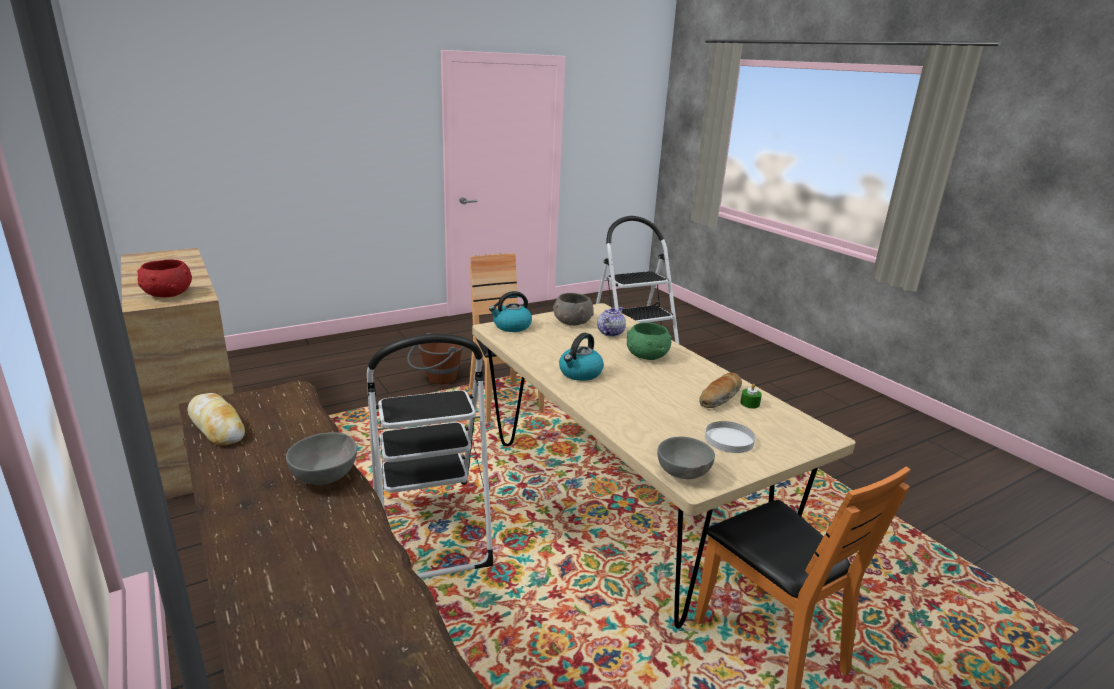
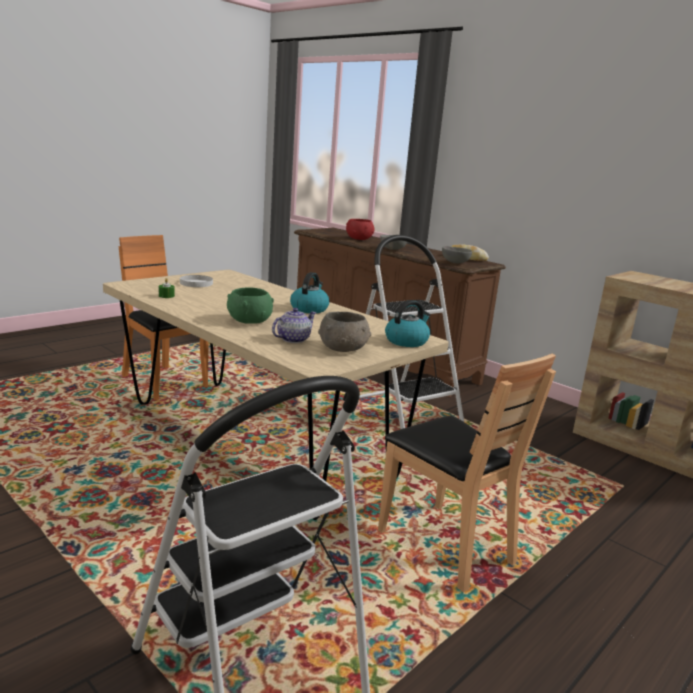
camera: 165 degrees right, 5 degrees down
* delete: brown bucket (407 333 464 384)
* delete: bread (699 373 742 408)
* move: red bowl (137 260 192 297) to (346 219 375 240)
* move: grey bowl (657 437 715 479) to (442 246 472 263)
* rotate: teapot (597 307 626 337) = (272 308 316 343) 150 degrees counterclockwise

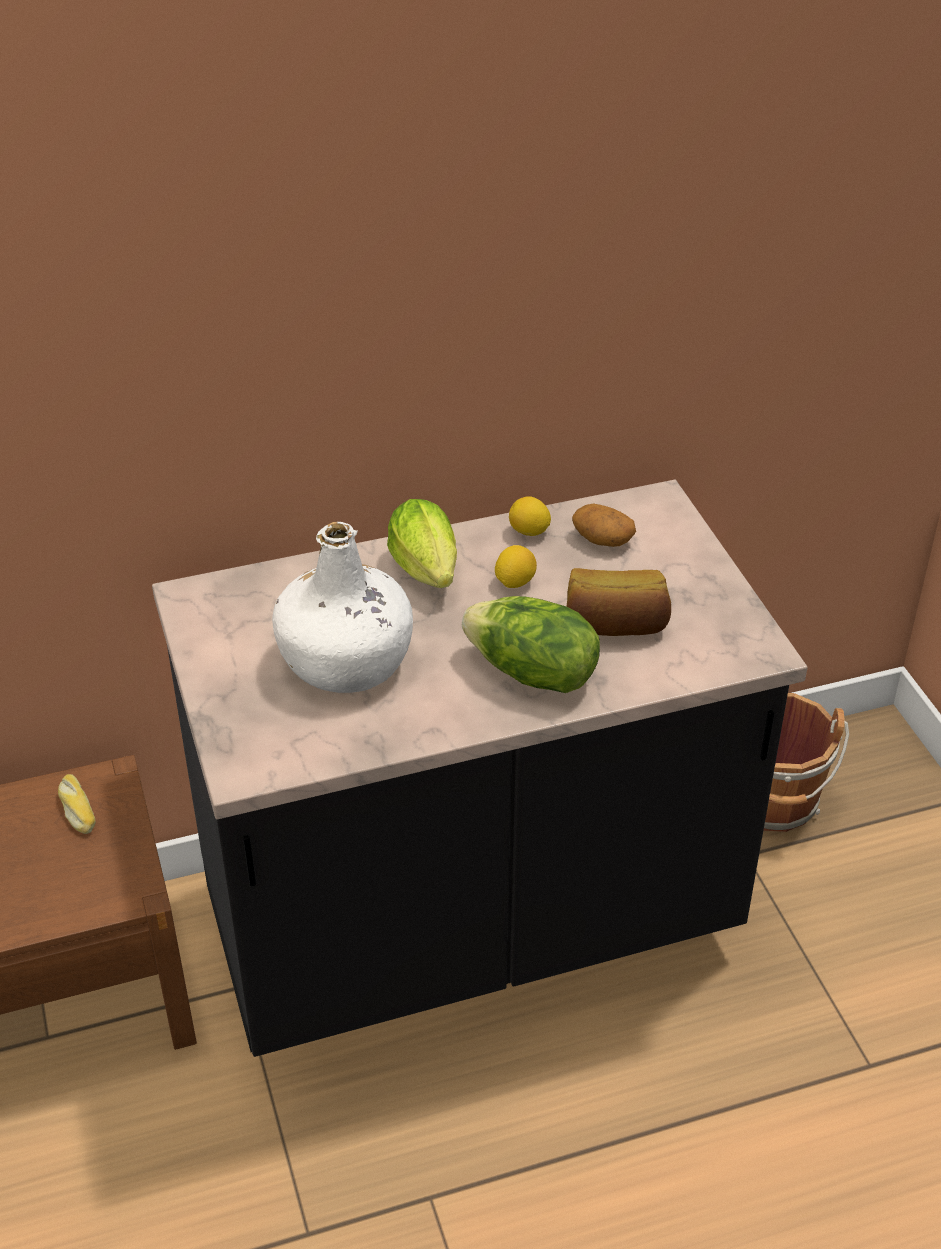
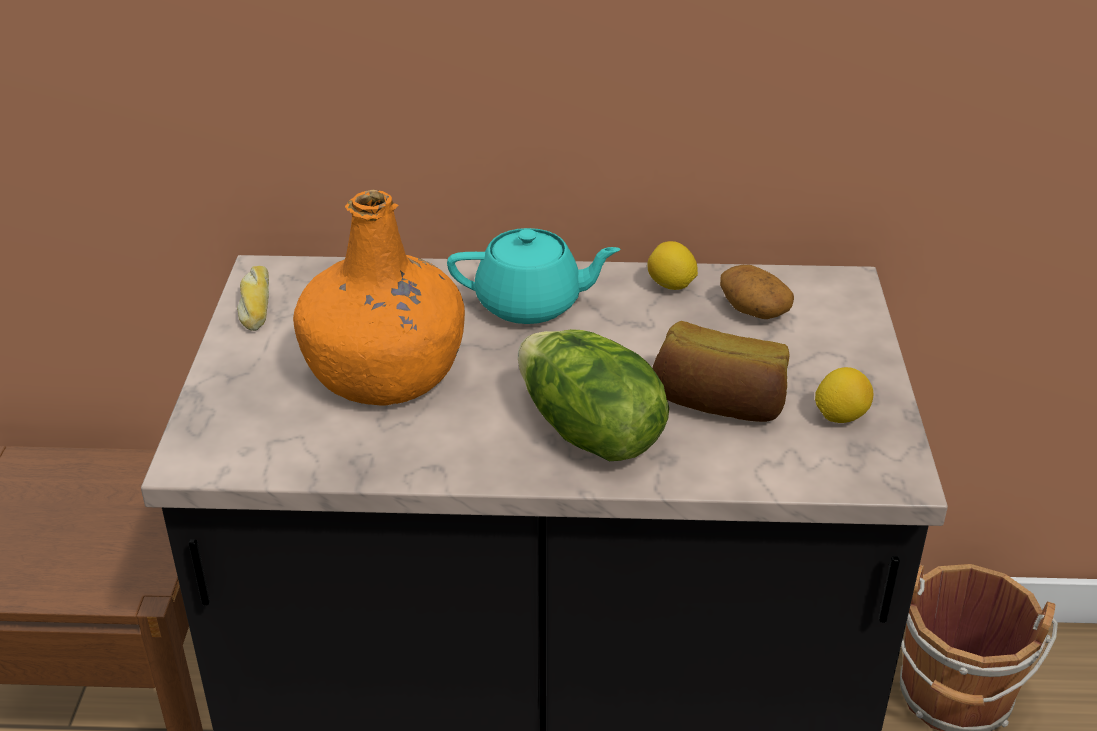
camera: 20 degrees right, 5 degrees down
* move: bread (58 774 96 834) to (237 266 269 331)
* move: lemon (495 545 537 588) to (815 367 873 423)
* replace: lettuce (387 499 457 588) to turquoise teapot (447 228 620 324)
* recolor: white bottle (272 522 413 693) to orange bottle (293 189 465 406)

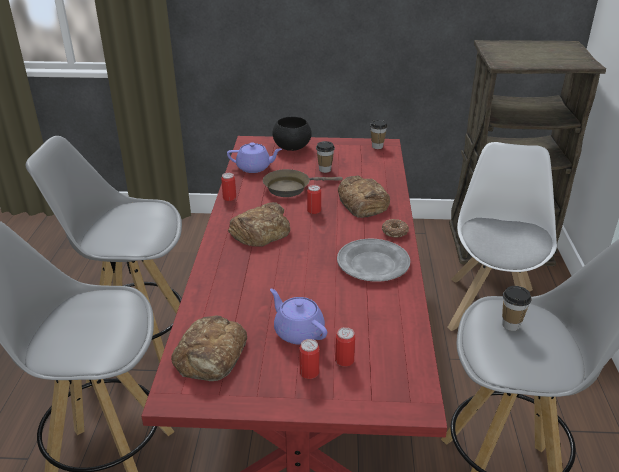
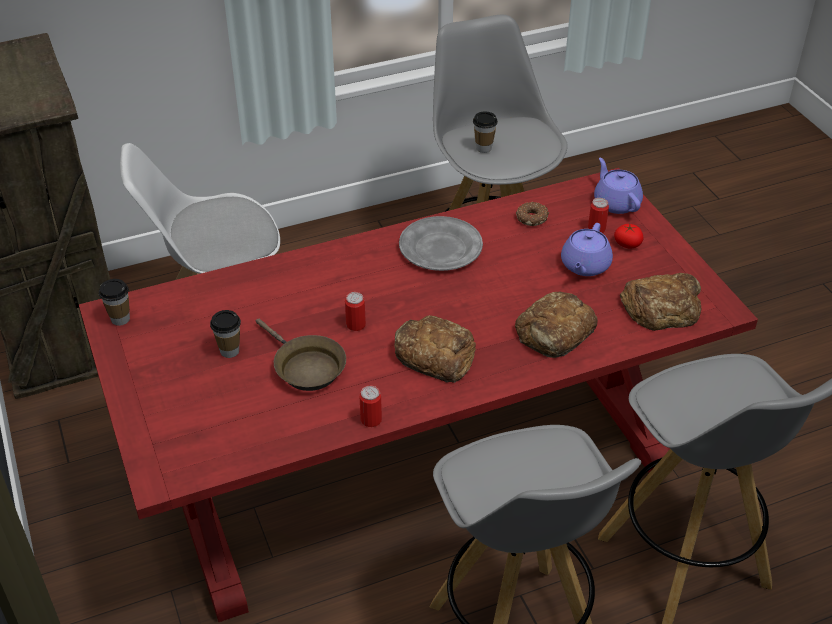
camera: 115 degrees left, 10 degrees up
* delete: black bowl (272 116 312 151)
* move: purple teapot (227 142 282 173) to (594 158 643 214)
* move: bread (338 176 390 218) to (515 292 598 358)
* move: donut (382 219 409 237) to (516 202 549 226)
* replace: can (300 339 319 379) to tomato (614 224 644 249)

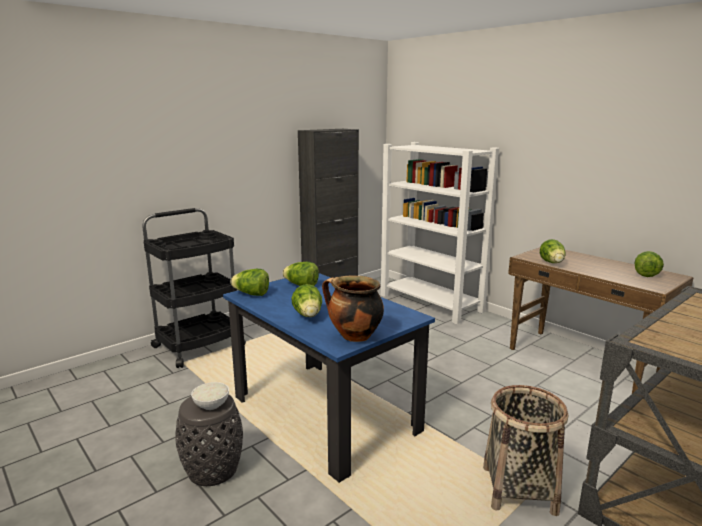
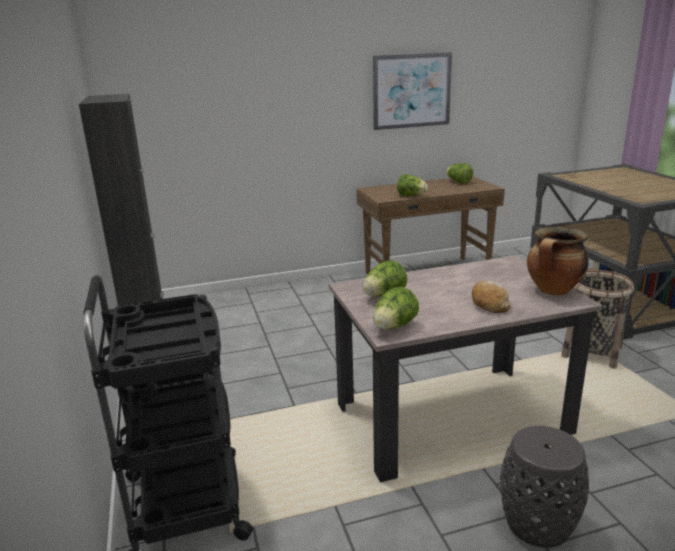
camera: 65 degrees left, 5 degrees up
* delete: white bowl (191 382 229 410)
* delete: white bookcase (381 142 499 324)
* insert: picture (373 52 452 130)
* replace: lettuce (291 284 322 317) to bread (472 280 511 313)
* recolor: blue dining table (223 273 435 483) to beige dining table (328 256 603 482)

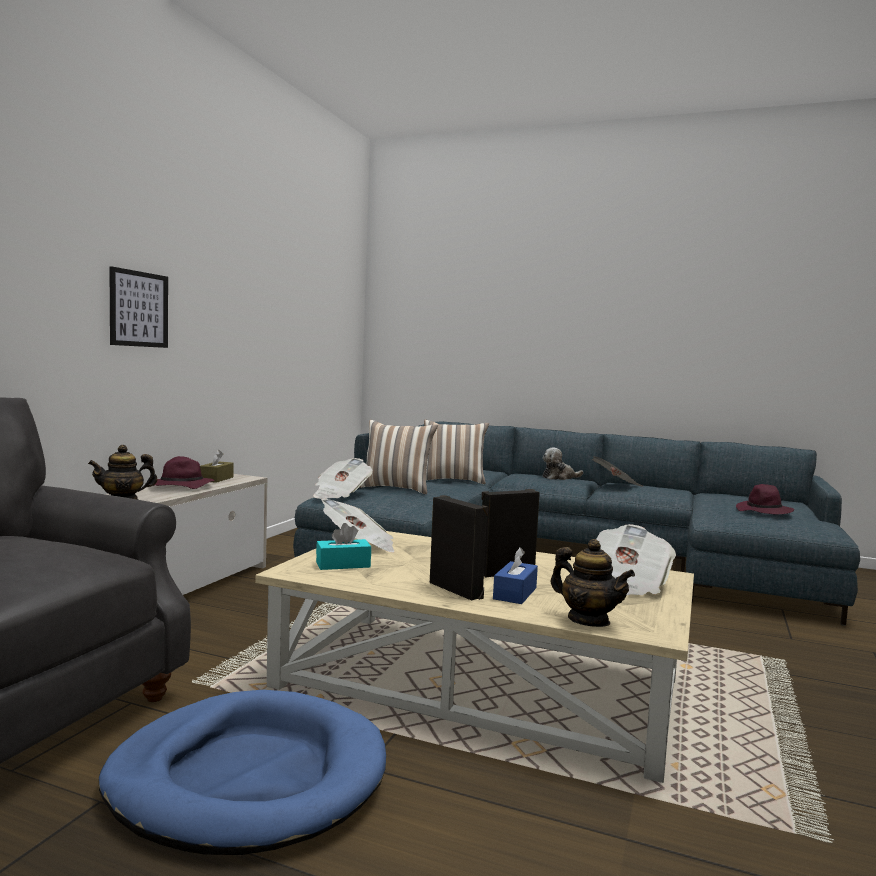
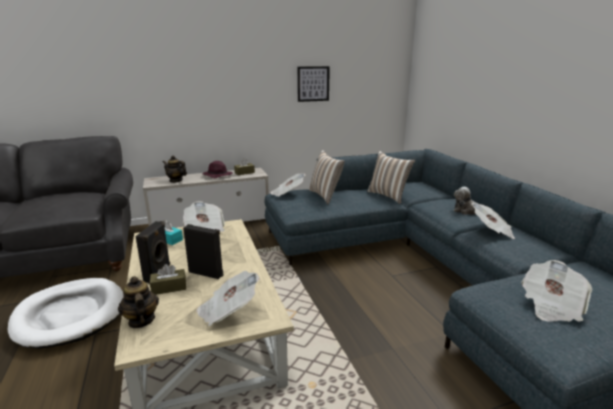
camera: 50 degrees right, 15 degrees up
* move: picture (109 266 168 348) to (297 66 330 102)
* replace: purple hat (736 484 794 514) to newspaper (521 260 593 322)
* recolor: blue dog bed (99 690 386 855) to white dog bed (8 278 124 349)
* recolor: blue tissue box (493 547 538 604) to brown tissue box (150 264 186 295)
* rotate: teapot (551 539 635 627) = (118 276 159 328) 150 degrees clockwise

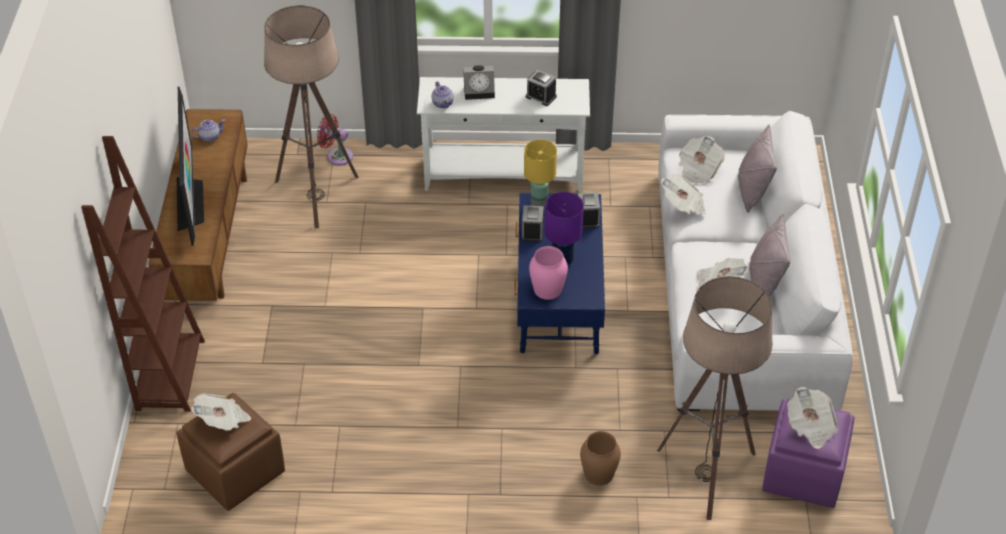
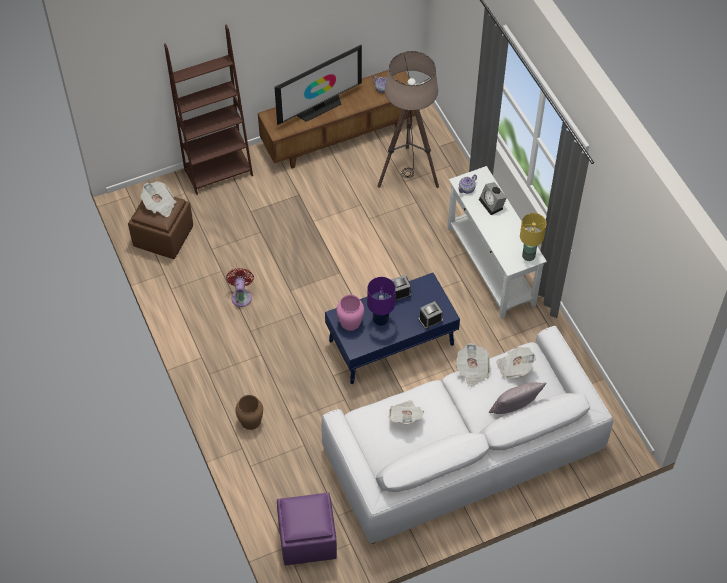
camera: 65 degrees right, 10 degrees up
* delete: alarm clock (526 69 557 106)
* delete: floor lamp (657 276 772 520)
* delete: purple pillow (749 213 791 297)
* delete: newspaper (787 387 838 449)
* move: red fan (317 114 353 166) to (226 268 254 307)
* move: yellow table lamp (524 140 557 210) to (520 213 547 261)

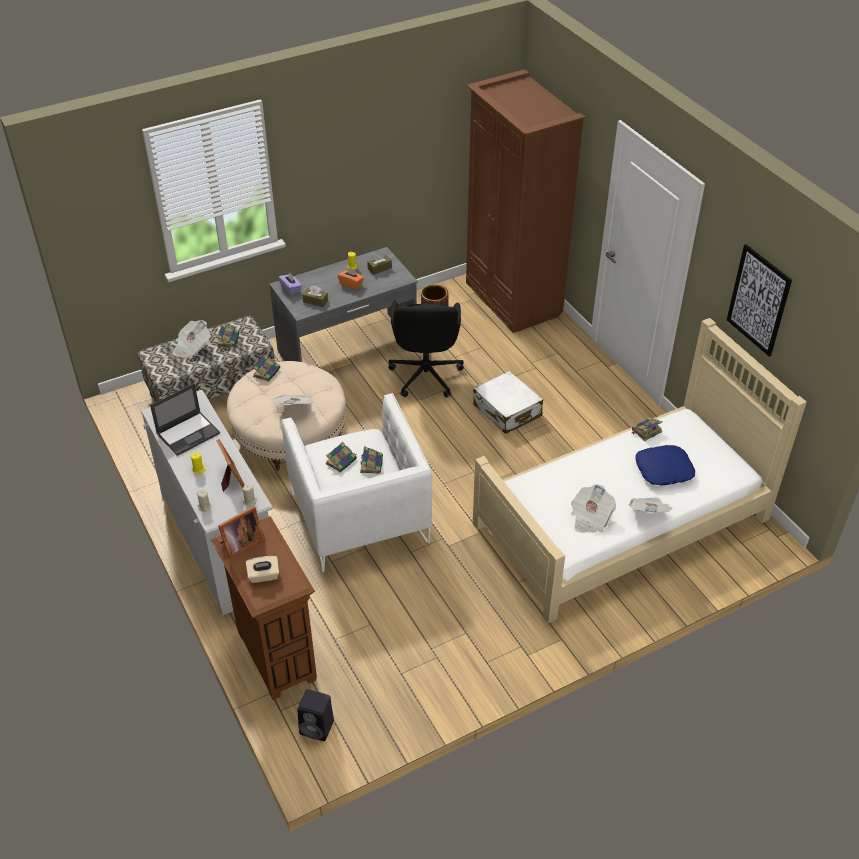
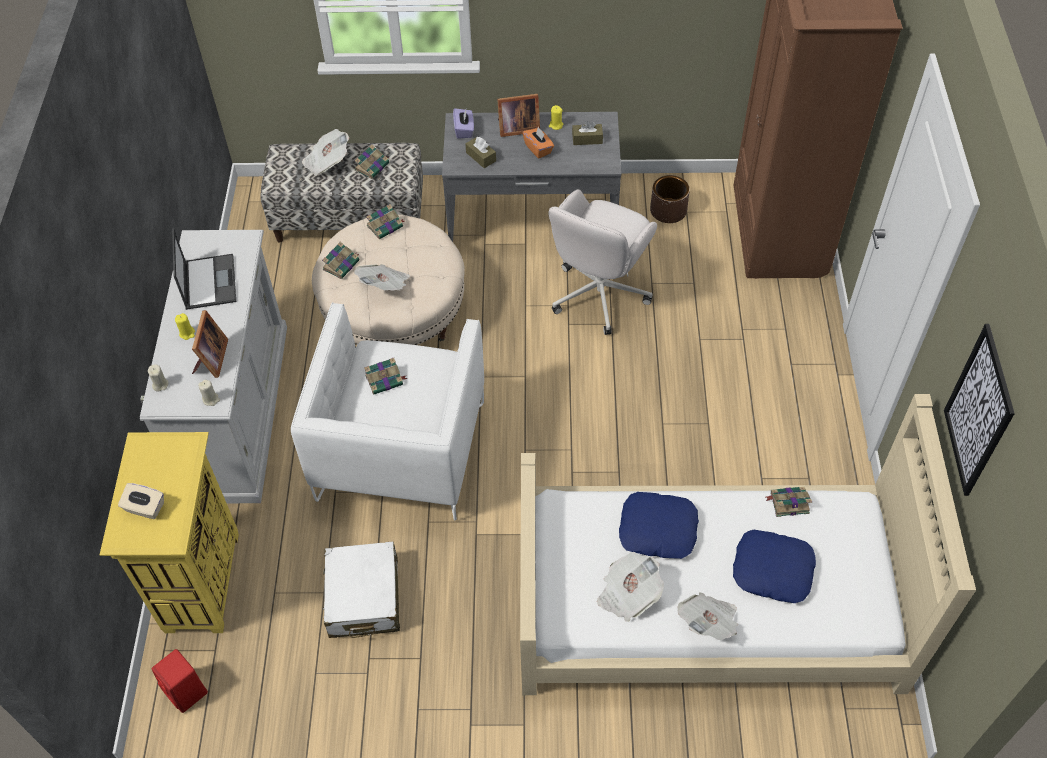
camera: 30 degrees right, 10 degrees up
* insert: blue pillow (619 492 699 559)
* move: picture frame (218 506 265 559) to (497 94 540 137)
* move: book (360 446 383 474) to (322 242 360 279)
* move: white suitcase (473 371 543 434) to (323 542 400 638)
* recolor: brown cabinet (211 516 317 700) to yellow cabinet (100 432 239 633)
* recolor: black speaker (297 689 334 741) to red speaker (152 649 208 713)
* recolor: black office chair (388 300 464 398) to white office chair (548 189 657 335)
* rotate: laptop (150 384 220 456) = (172 228 236 310) 90 degrees counterclockwise

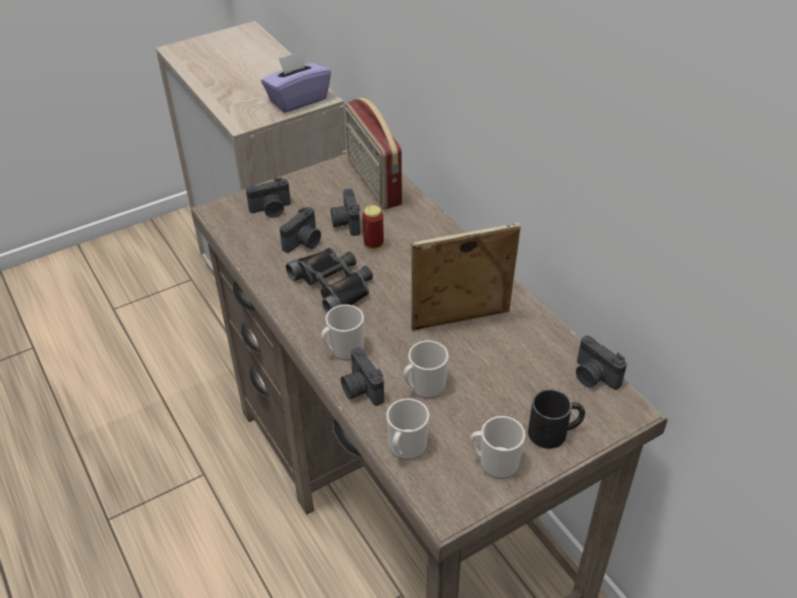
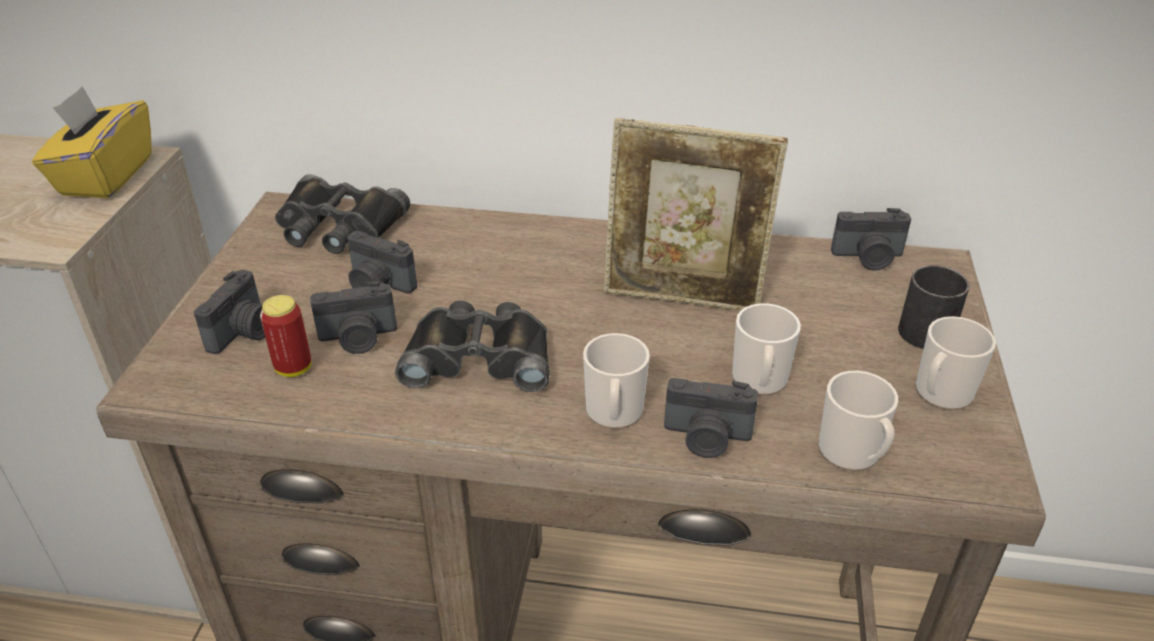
camera: 50 degrees left, 5 degrees down
* move: can (362 205 384 250) to (260 295 312 377)
* replace: radio (345 98 402 209) to black binoculars (275 174 410 254)
* recolor: purple tissue box (261 51 331 113) to yellow tissue box (32 86 152 198)
* rotate: photo camera (280 207 321 253) = (310 281 397 354) 90 degrees clockwise
* rotate: picture frame (411 223 521 331) = (604 118 788 311) 105 degrees counterclockwise

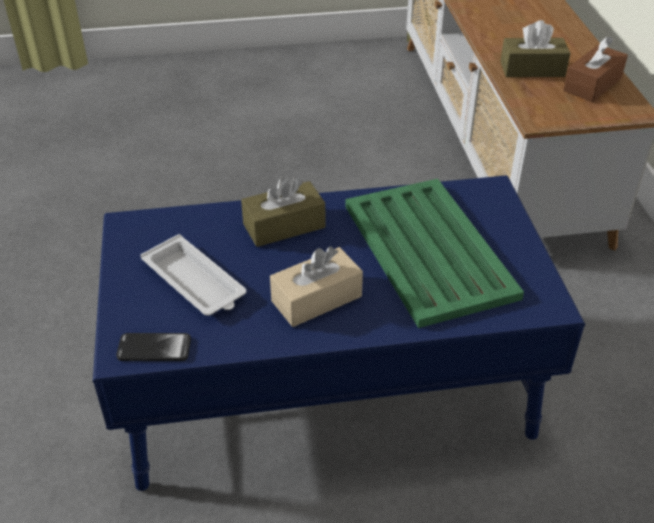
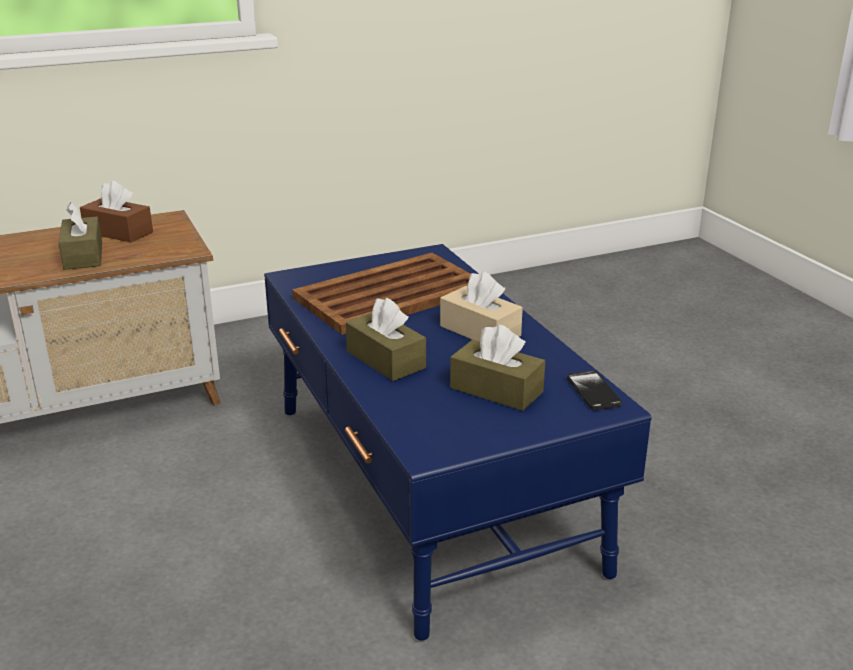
camera: 105 degrees left, 15 degrees down
* replace: white tray (140 234 246 316) to brown tissue box (450 325 545 411)
* recolor: green tray (345 179 524 328) to brown tray (292 253 471 335)

